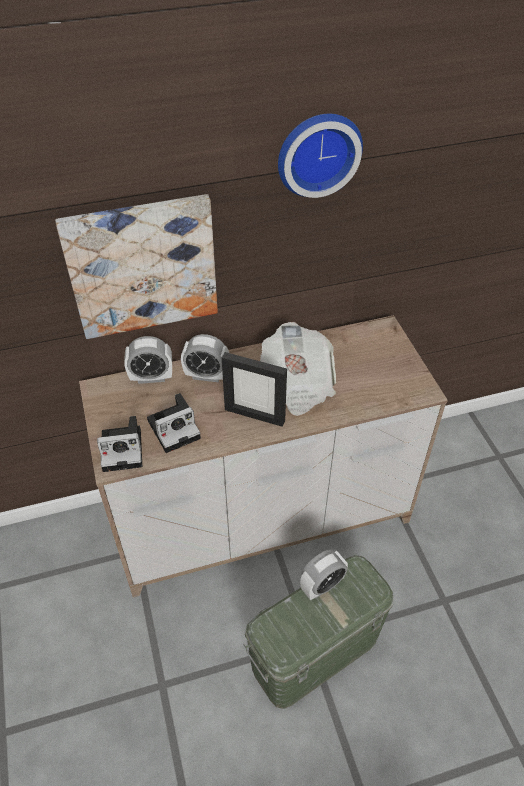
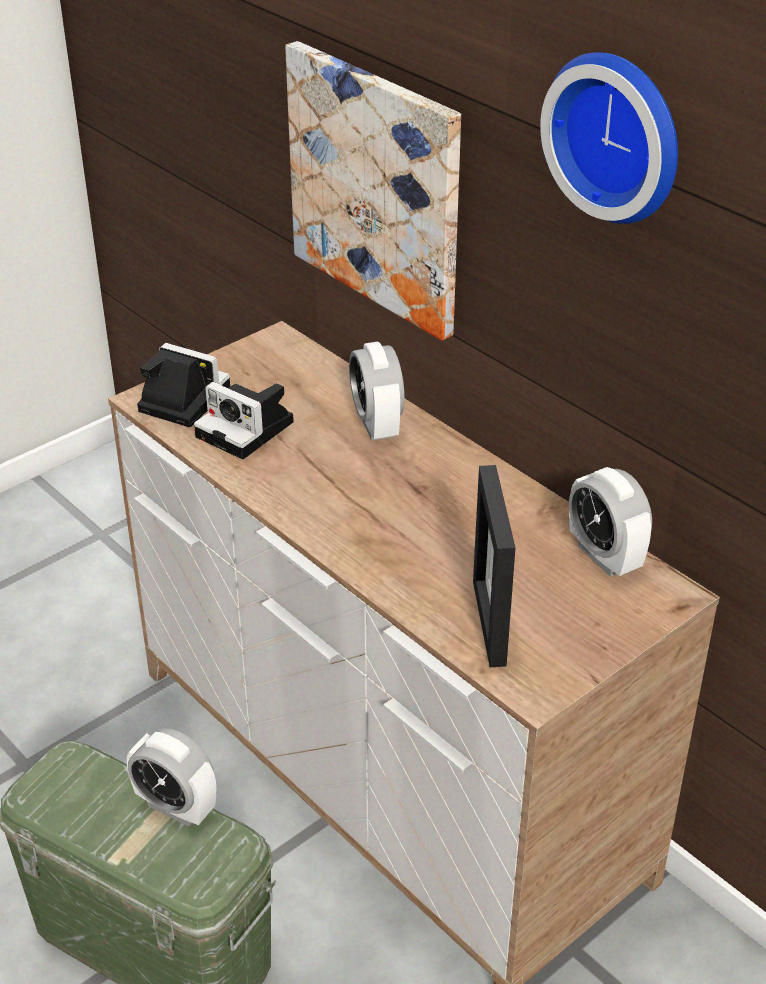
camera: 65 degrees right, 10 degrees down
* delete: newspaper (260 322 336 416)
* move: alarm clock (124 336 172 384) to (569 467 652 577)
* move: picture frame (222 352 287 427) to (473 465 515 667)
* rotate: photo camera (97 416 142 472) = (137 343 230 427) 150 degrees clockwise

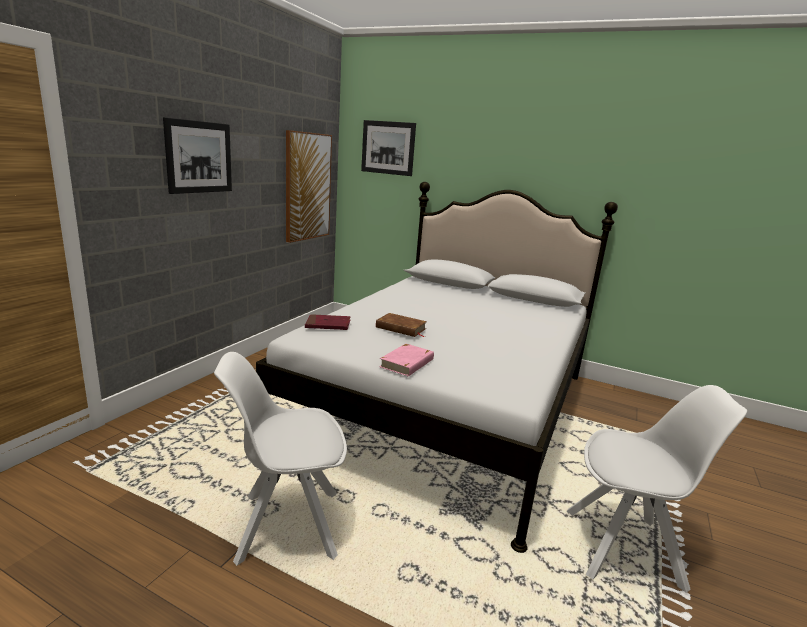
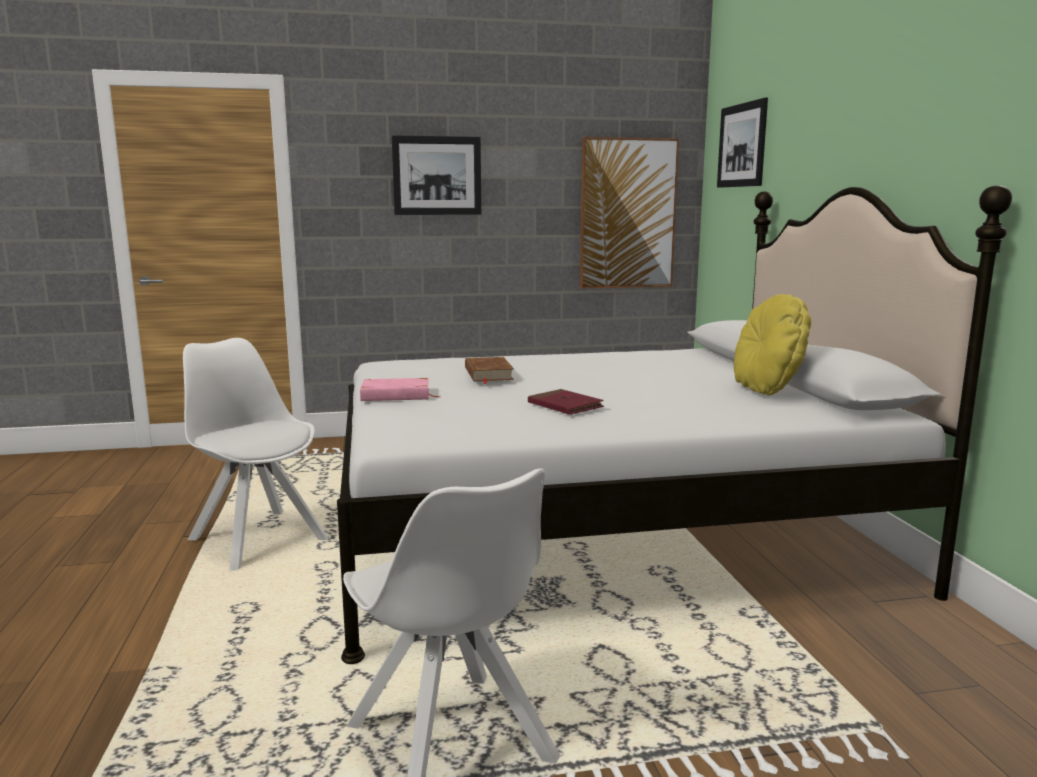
camera: 55 degrees right, 5 degrees down
* insert: yellow pillow (734 294 811 396)
* move: red book (305 314 351 330) to (528 389 604 415)

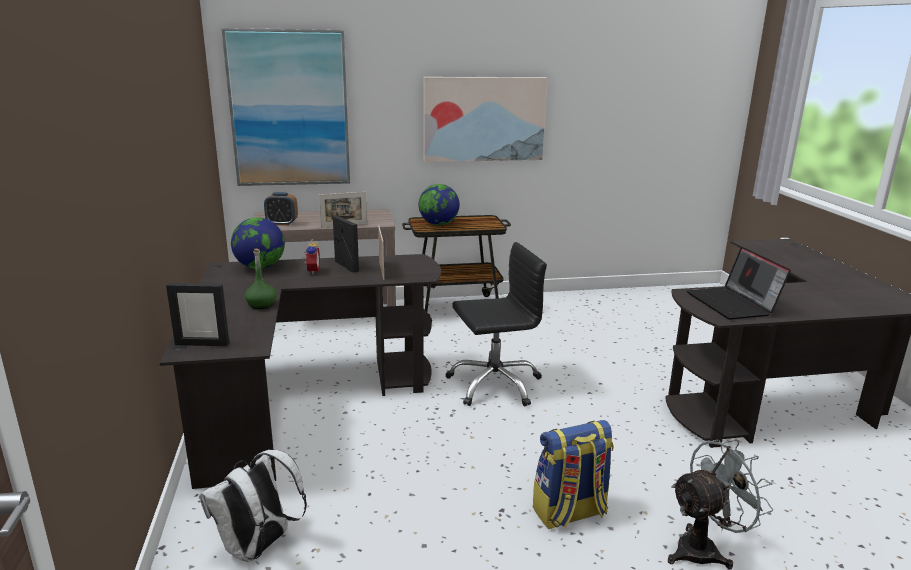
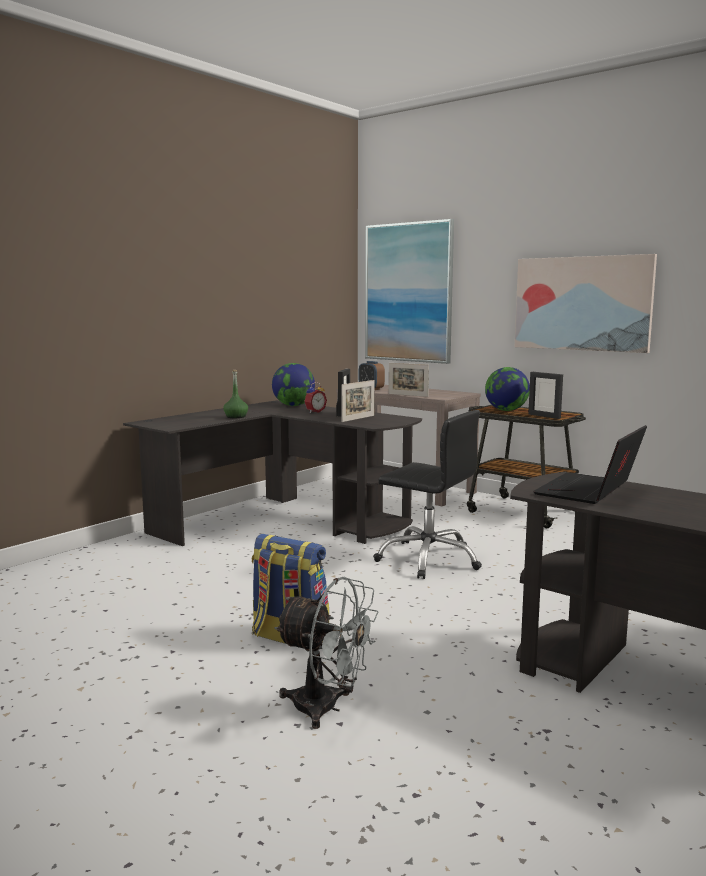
camera: 50 degrees right, 10 degrees down
* delete: white backpack (200 449 307 562)
* move: picture frame (166 283 229 346) to (528 372 563 419)

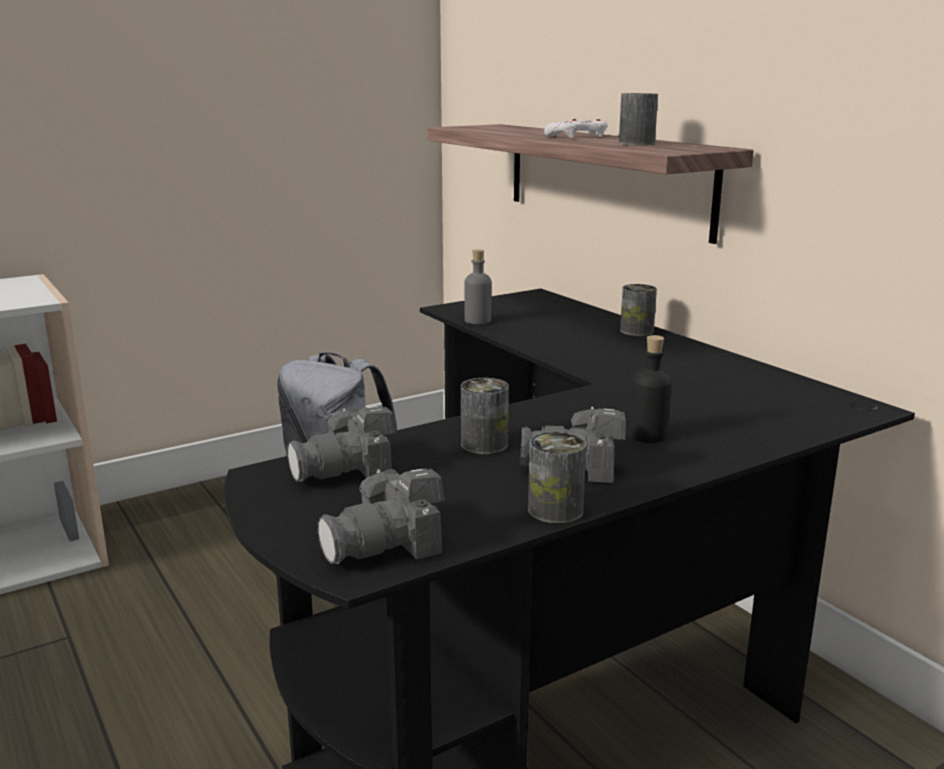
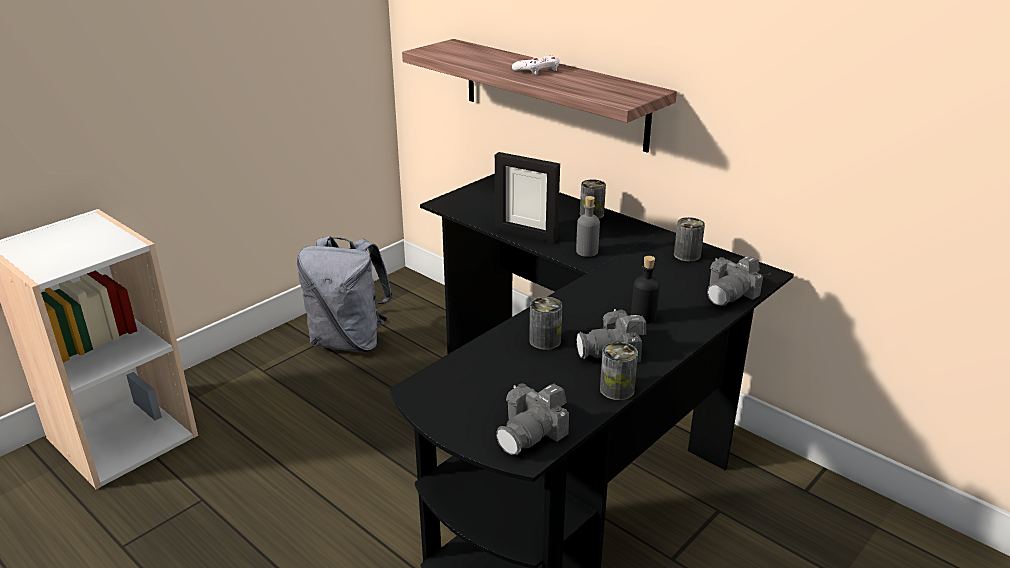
camera: 15 degrees left, 10 degrees up
* insert: picture frame (495 152 560 243)
* move: photo camera (287 406 395 482) to (707 256 763 306)
* move: grey bottle (464 249 492 324) to (576 196 600 257)
* move: can (619 93 658 146) to (674 217 705 262)

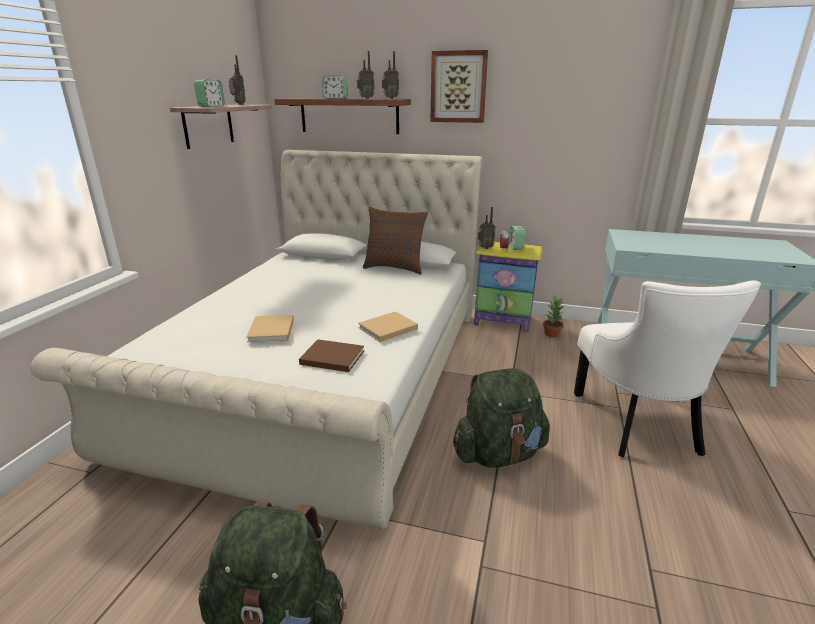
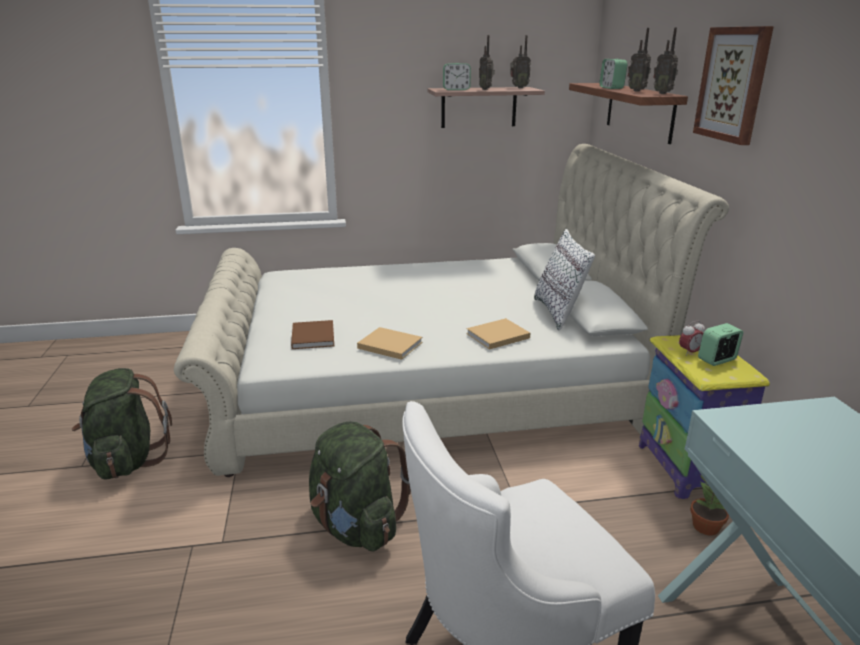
camera: 65 degrees right, 0 degrees up
* move: beige book (246 315 294 342) to (466 318 530 350)
* move: radio (477 207 496 249) to (479 35 495 90)
* recolor: brown pillow (363 207 428 275) to white pillow (534 229 595 330)

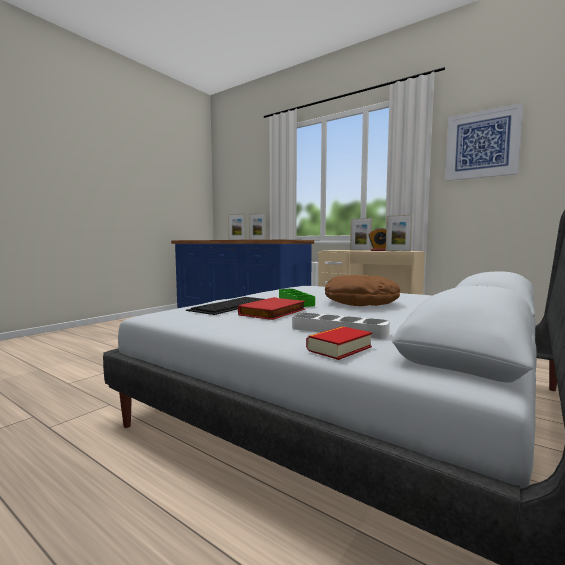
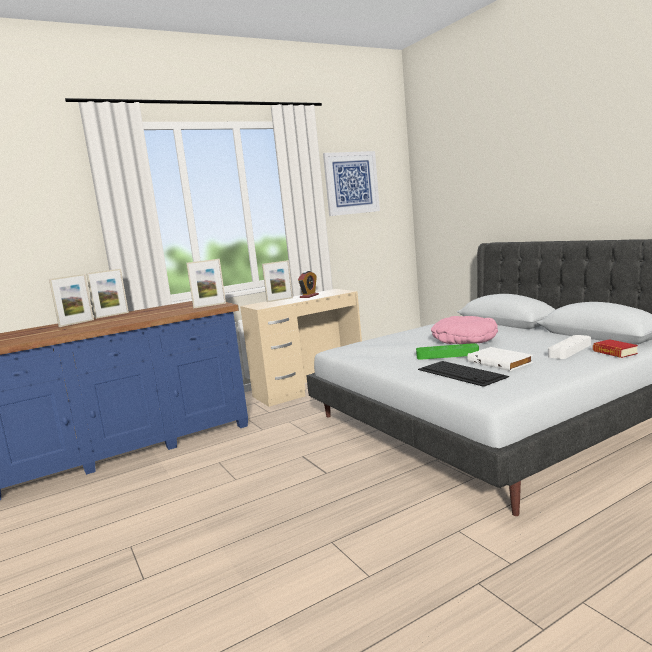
camera: 65 degrees left, 5 degrees up
* move: picture frame (386 214 412 252) to (186 259 226 308)
* recolor: red book (238 297 305 320) to white book (467 347 533 371)
* recolor: brown pillow (325 275 400 306) to pink pillow (431 316 498 344)

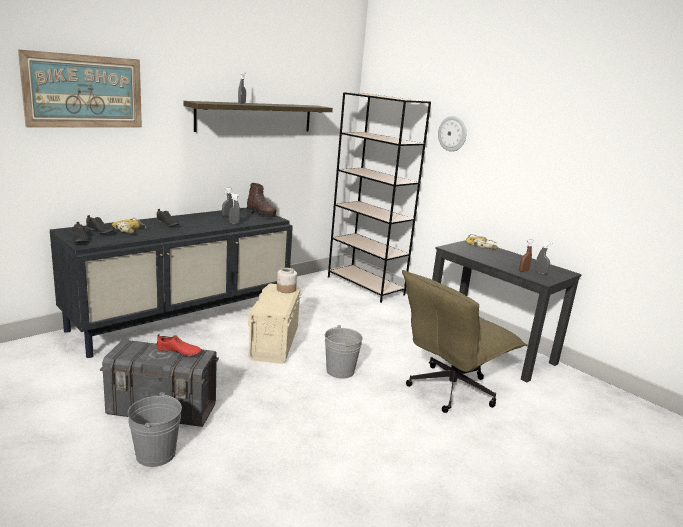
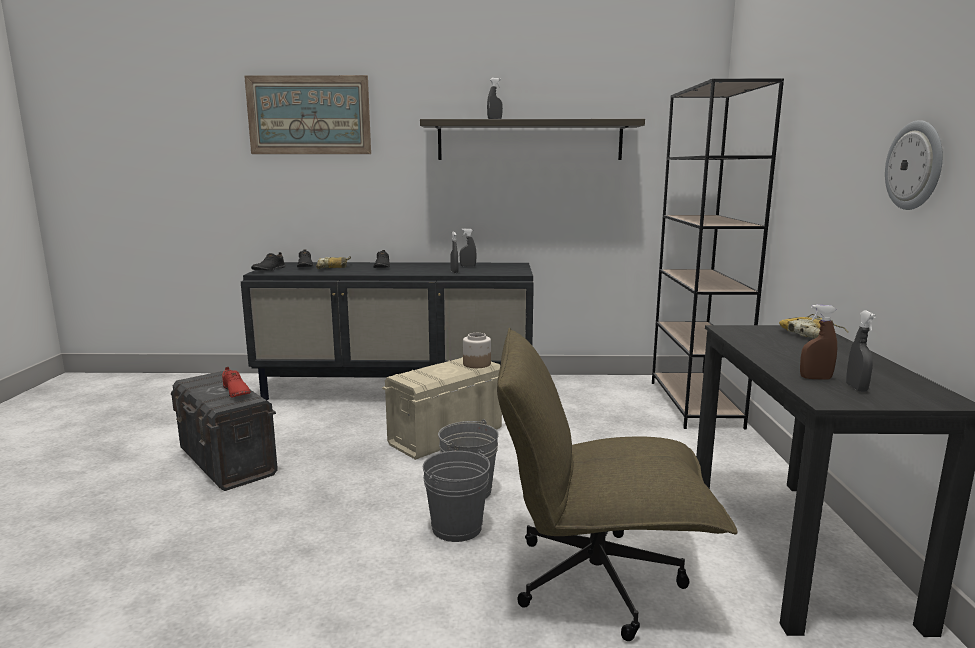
camera: 45 degrees right, 5 degrees down
* delete: brown boot (247 183 277 217)
* move: grey bucket (128 392 182 467) to (423 449 490 542)
* move: wall clock (438 116 466 152) to (885 120 943 210)

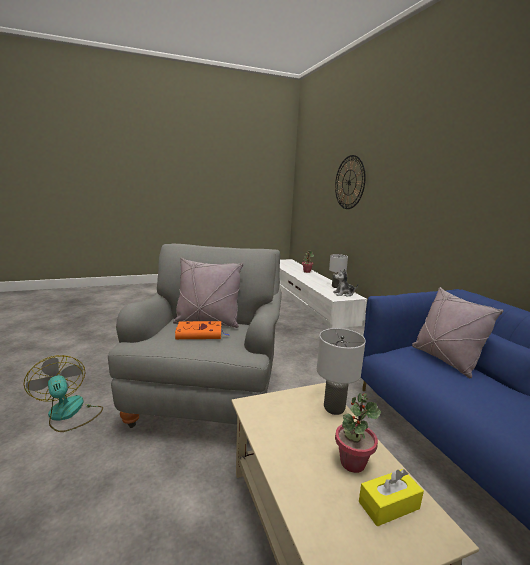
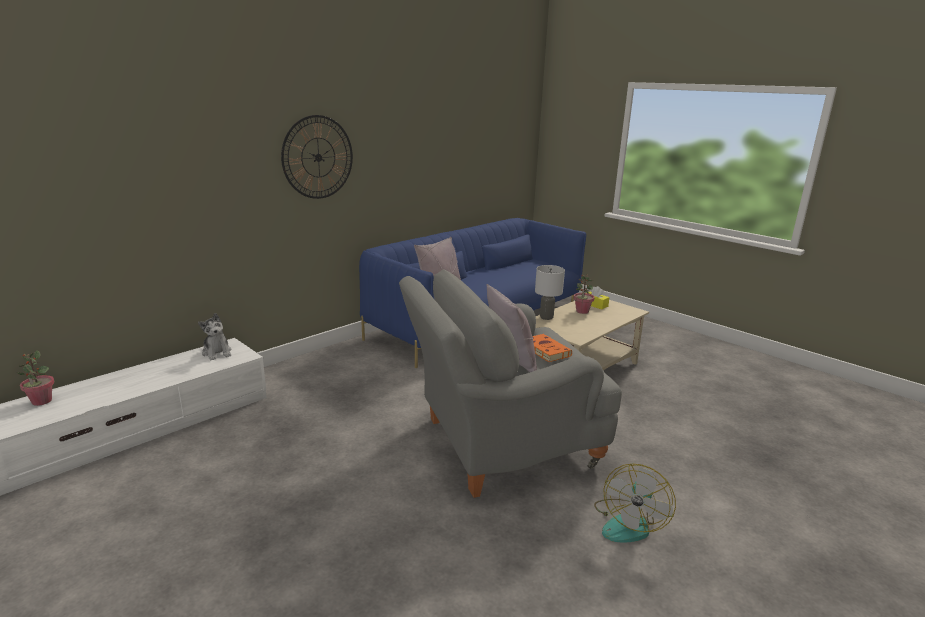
camera: 115 degrees left, 5 degrees up
* delete: white table lamp (329 254 348 288)
* move: wall clock (335 155 366 209) to (281 115 353 199)

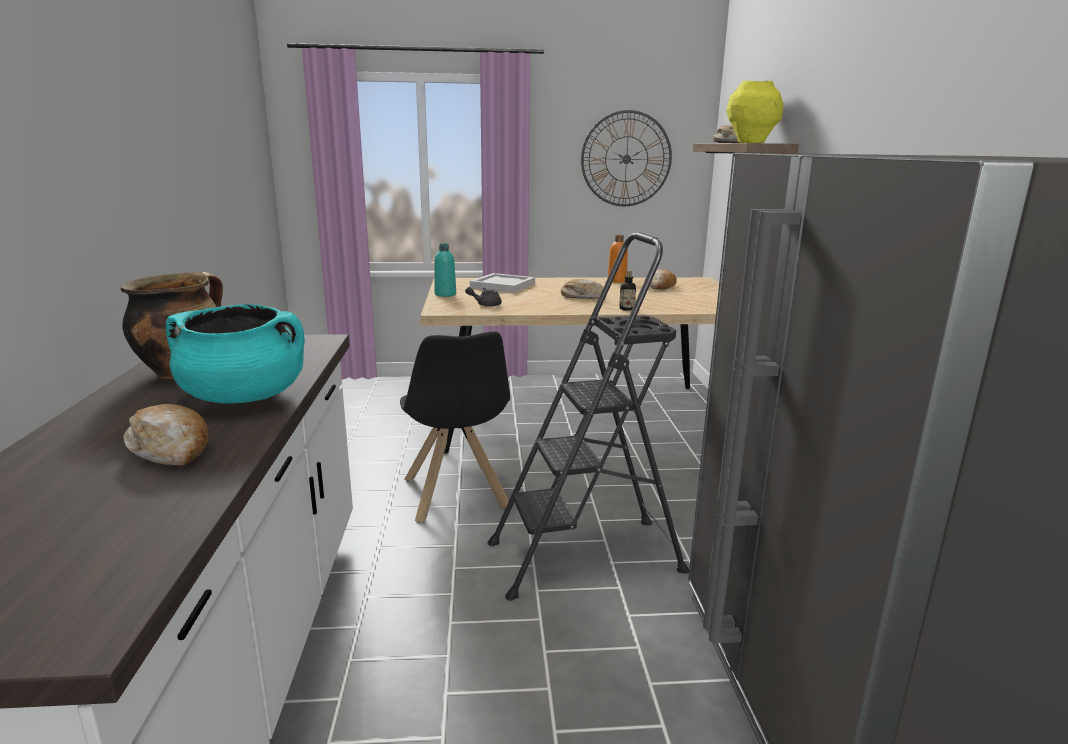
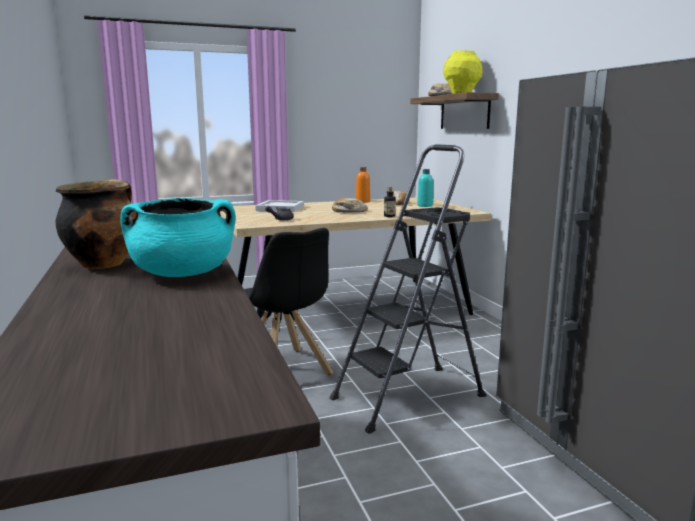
camera: 15 degrees left, 5 degrees down
* delete: bread (123 404 209 466)
* delete: wall clock (581 110 672 206)
* move: turquoise bottle (434 243 456 297) to (417 169 433 207)

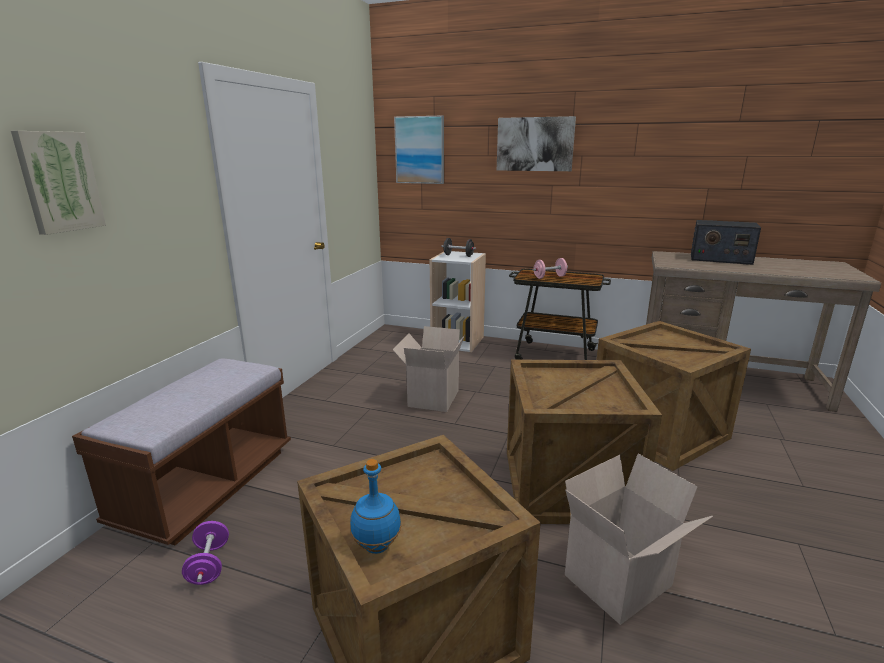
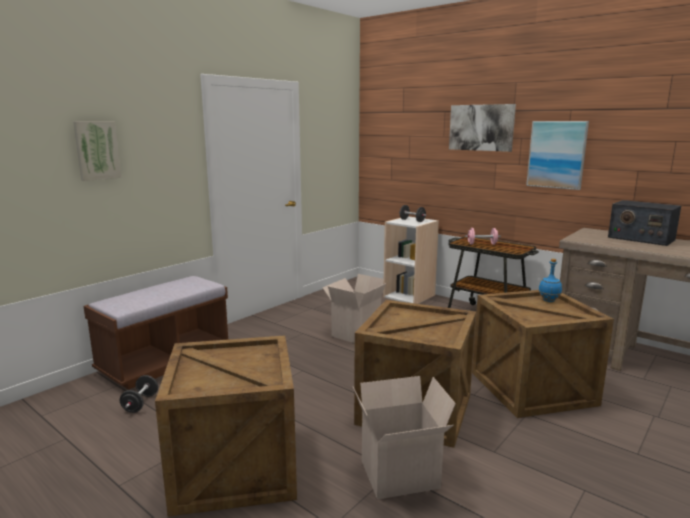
camera: 20 degrees right, 5 degrees down
* move: blue bottle (350 459 401 554) to (539 258 562 302)
* move: picture (394 116 444 184) to (526 121 589 190)
* recolor: purple dumbbell (182 521 229 585) to black dumbbell (120 375 158 413)

